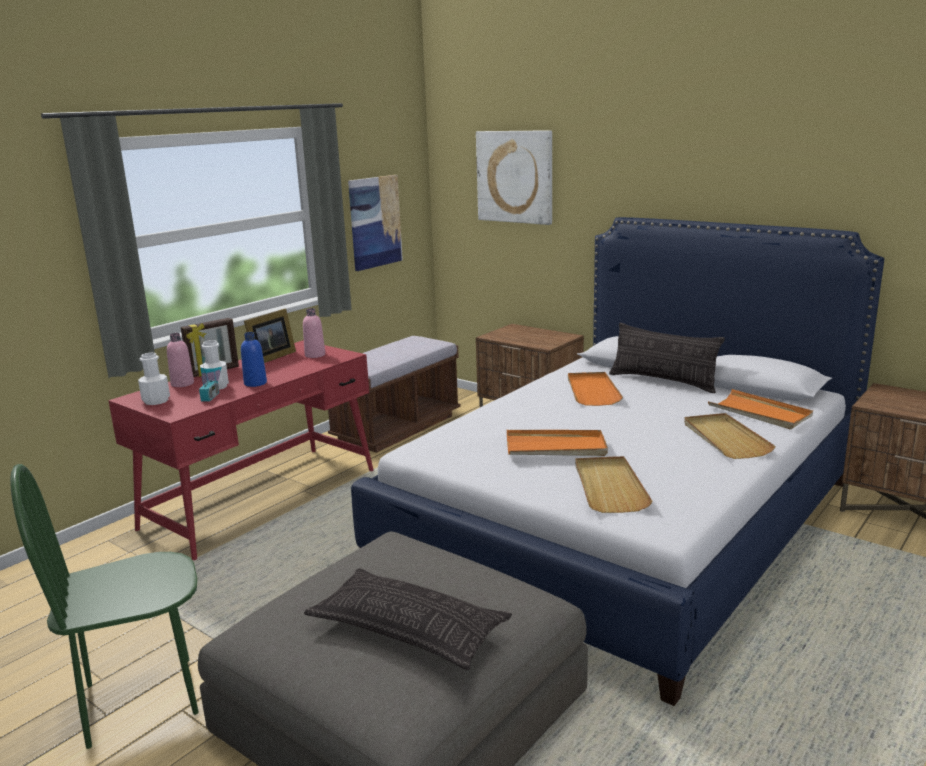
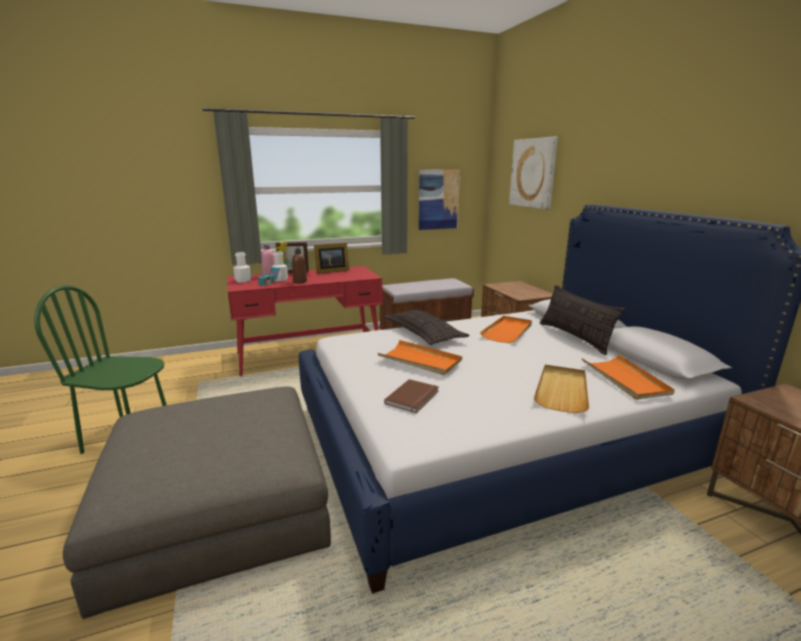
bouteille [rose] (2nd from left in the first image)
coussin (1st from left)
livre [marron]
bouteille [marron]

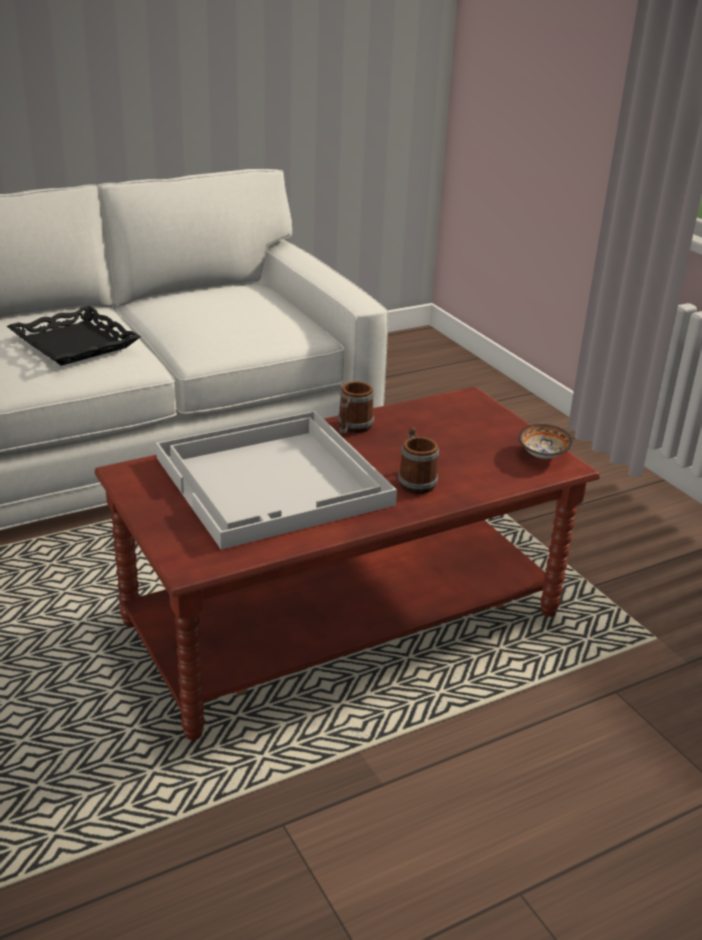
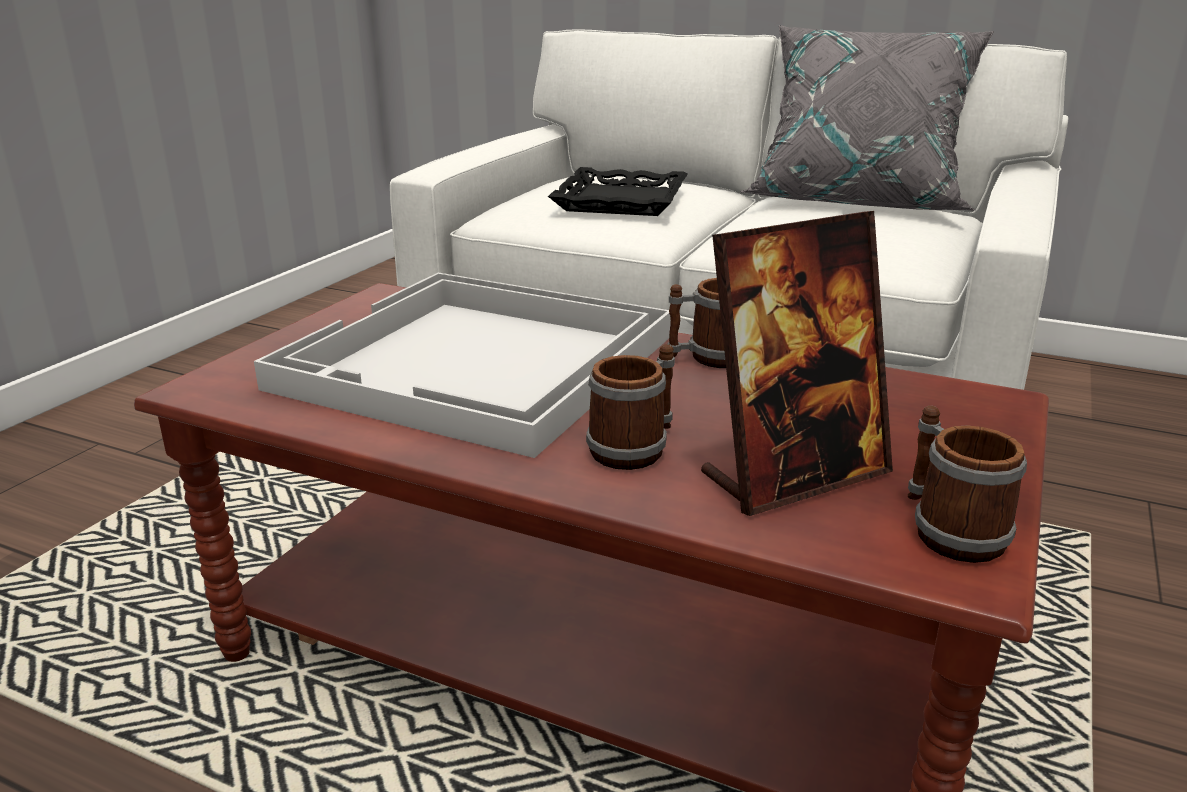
cadre photo
coussin [gris]
mug (3rd from left)

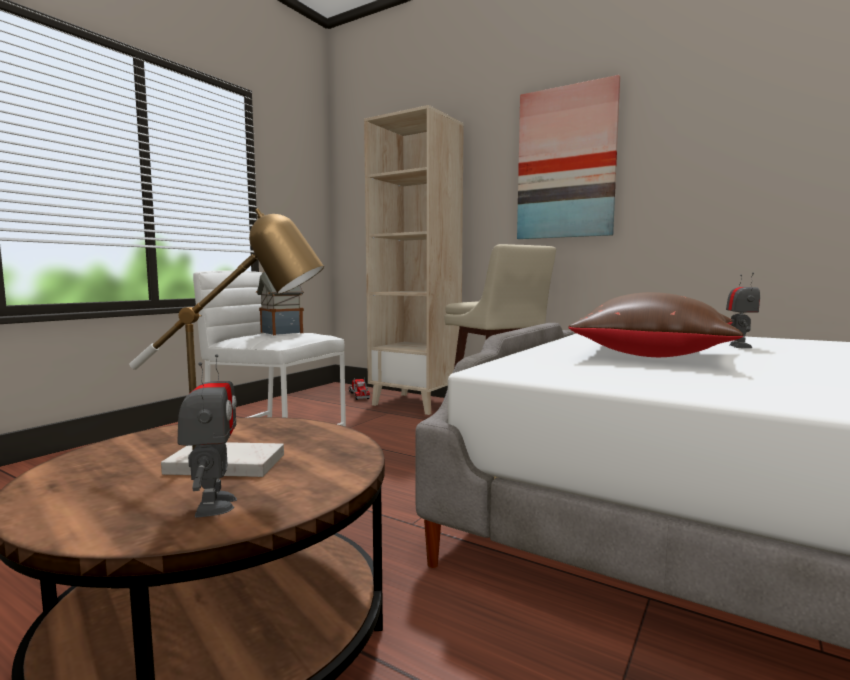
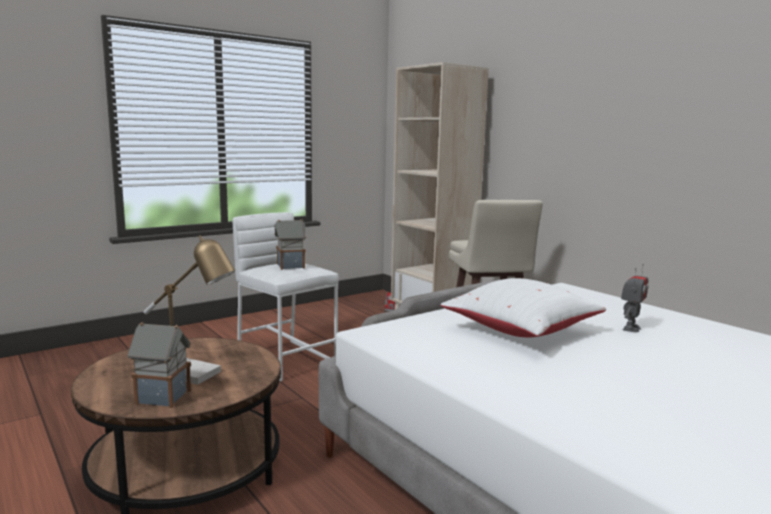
tableau
maison miniature (1st from left)
coussin [blanc]

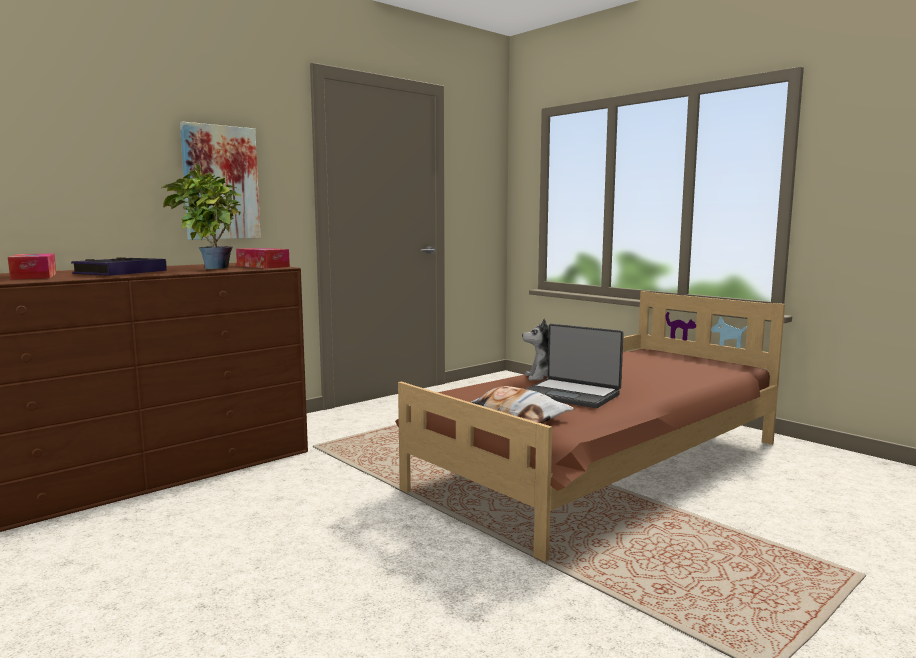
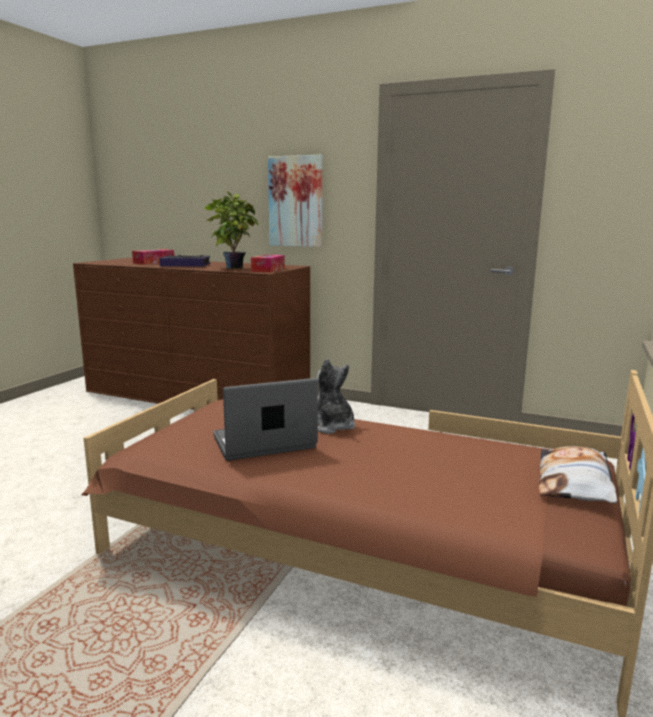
coussin
ordinateur portable

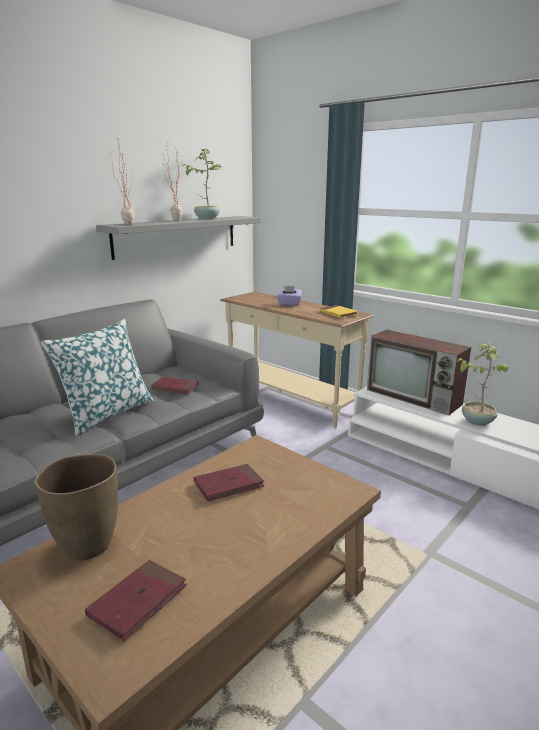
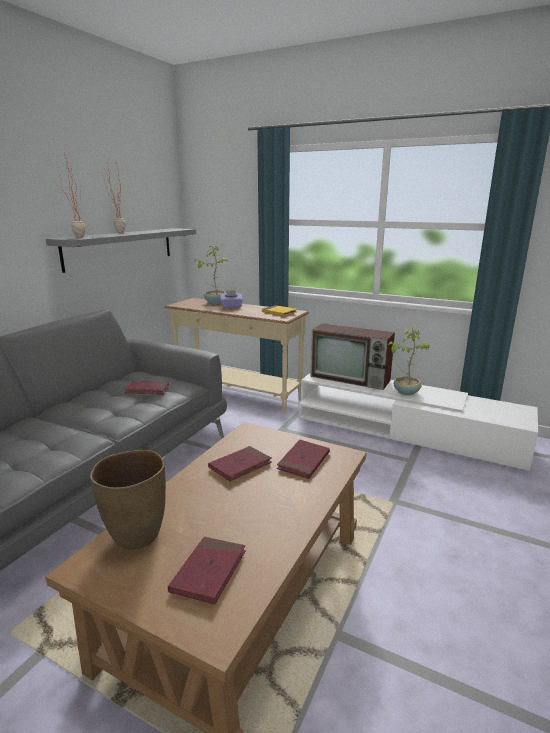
coussin
livre [rouge] (4th from left)
plante en pot (3rd from left)

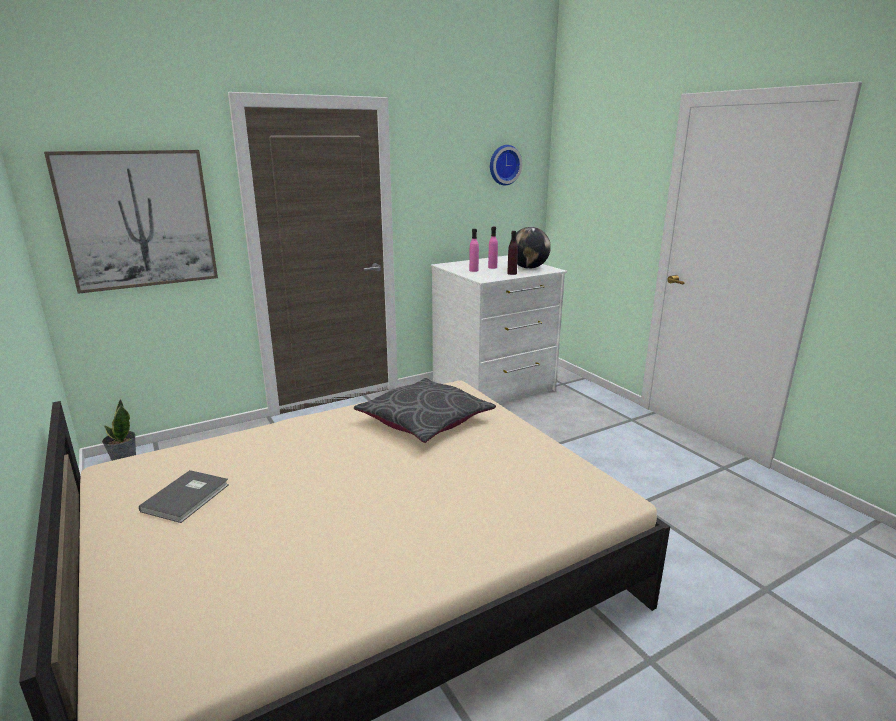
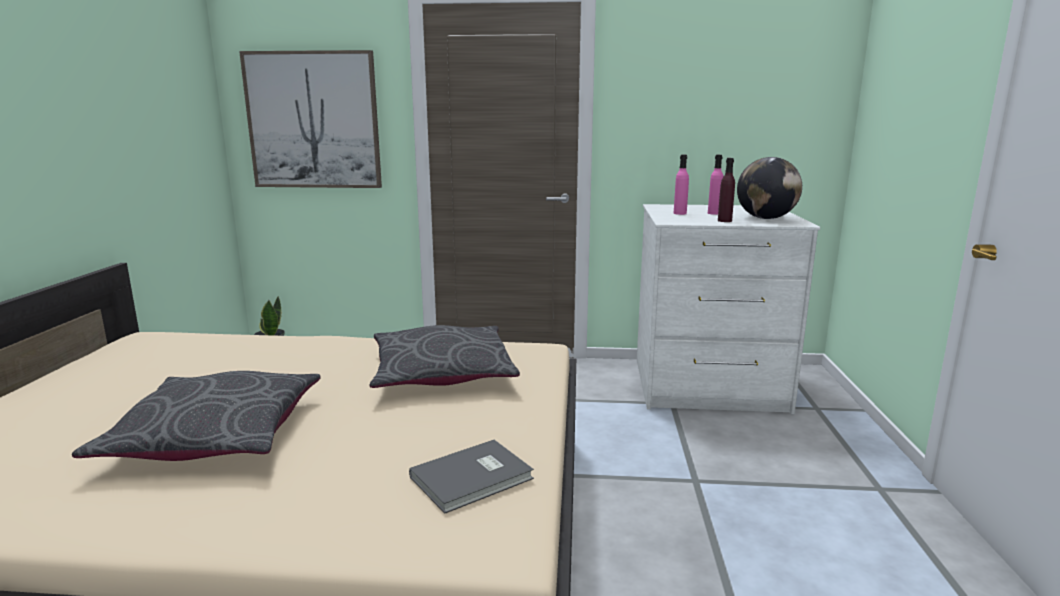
horloge murale
coussin [gris] (1st from left)
livre [gris]

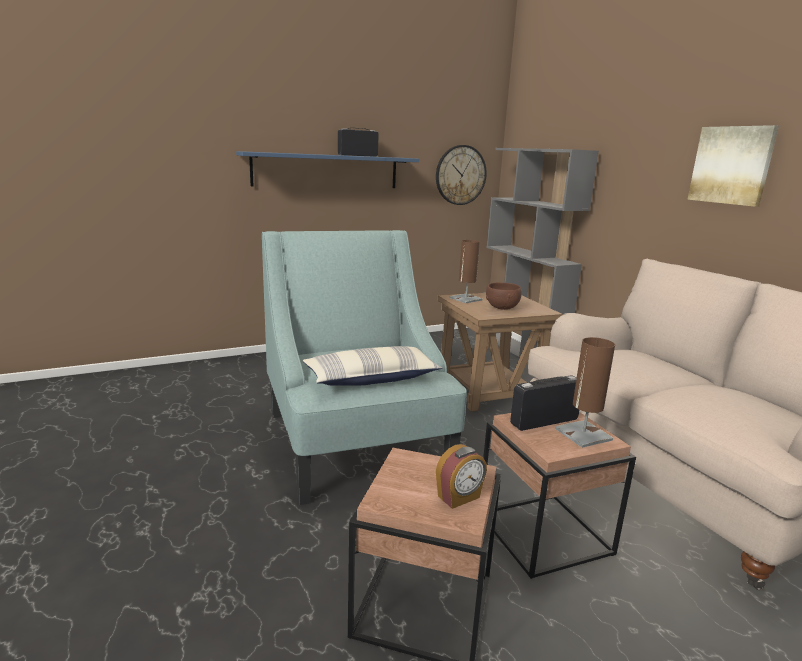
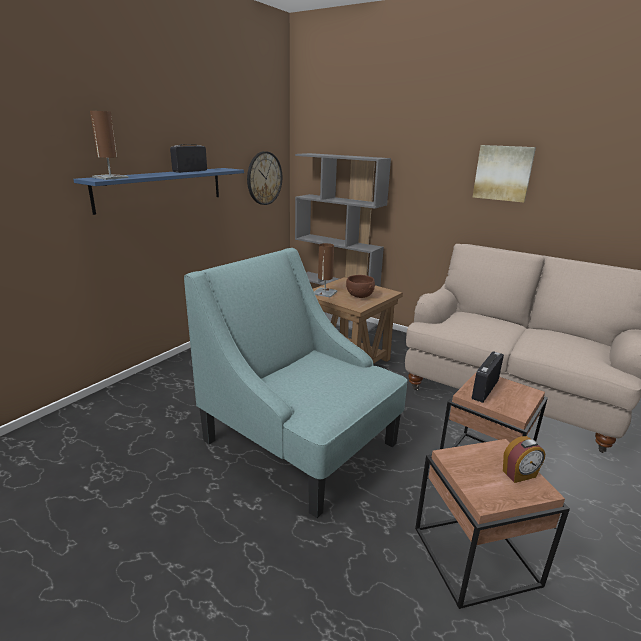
coussin
lampe de table [marron] (1st from left)
réveil

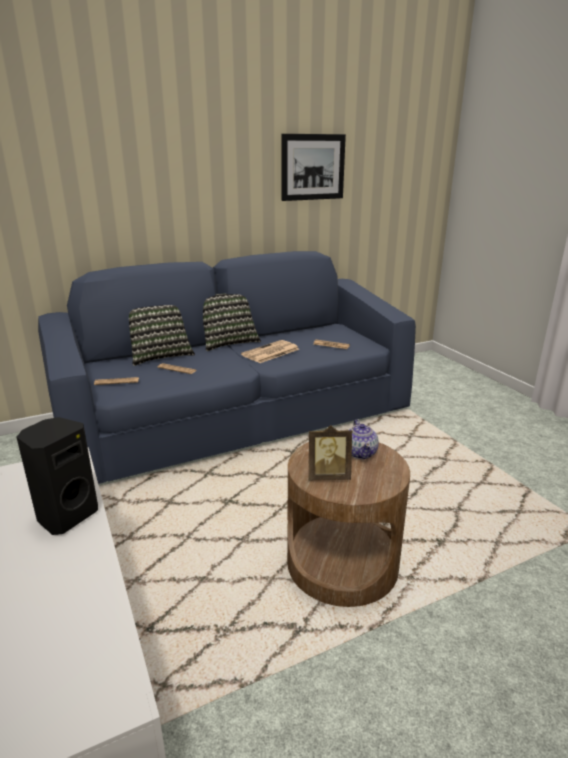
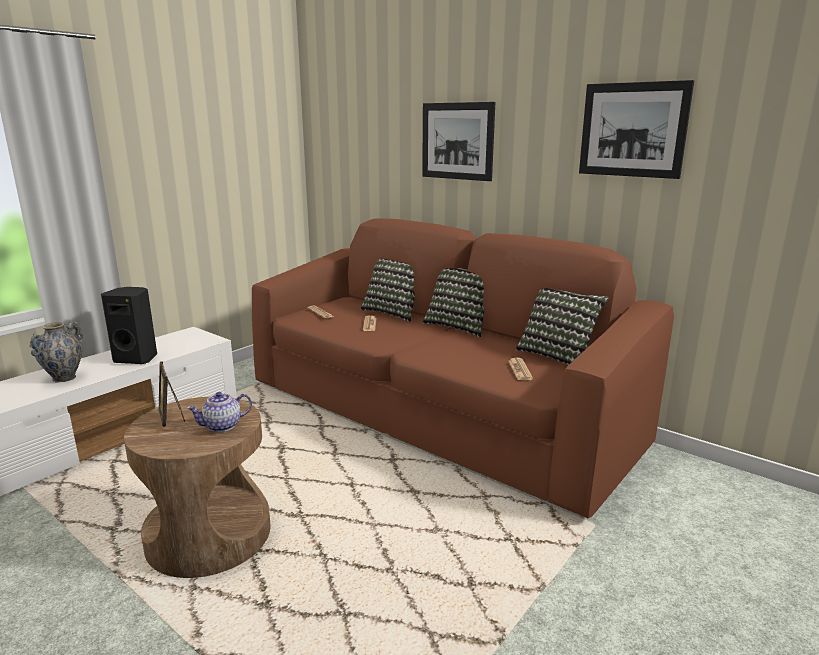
journal (3rd from left in the first image)
vase
tableau (1st from left)
coussin (3rd from left)
canapé [marron]

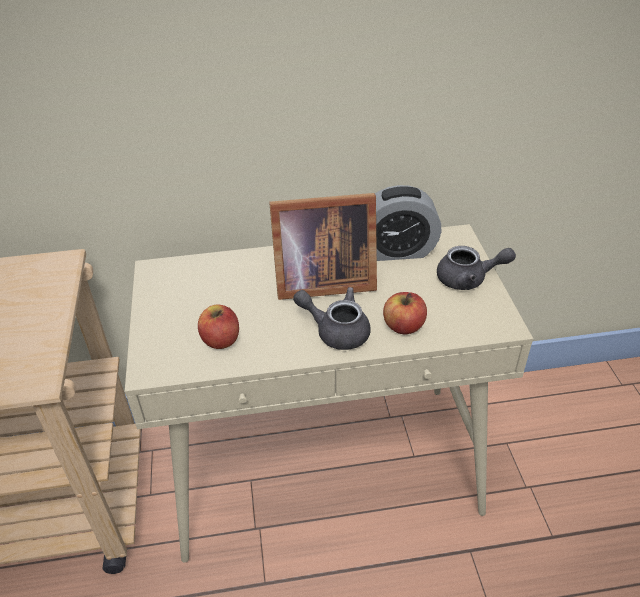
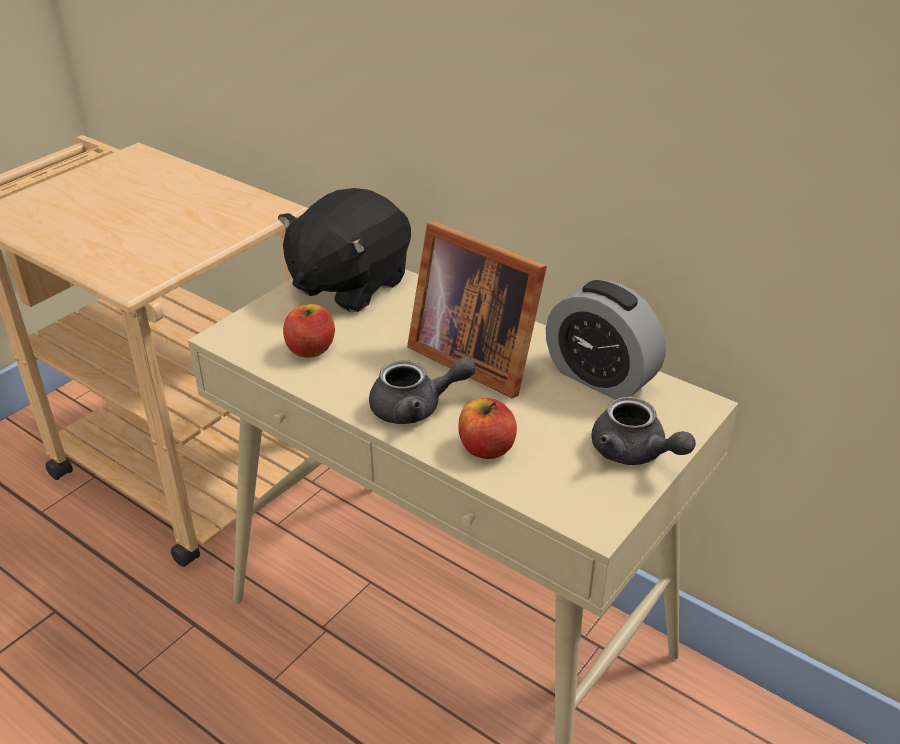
peluche [noir]
théière [gris] (1st from left)

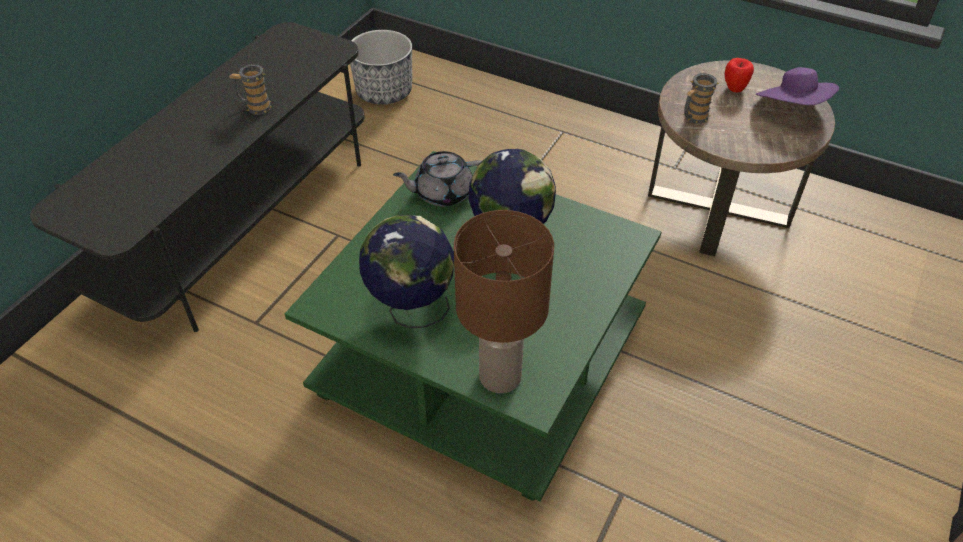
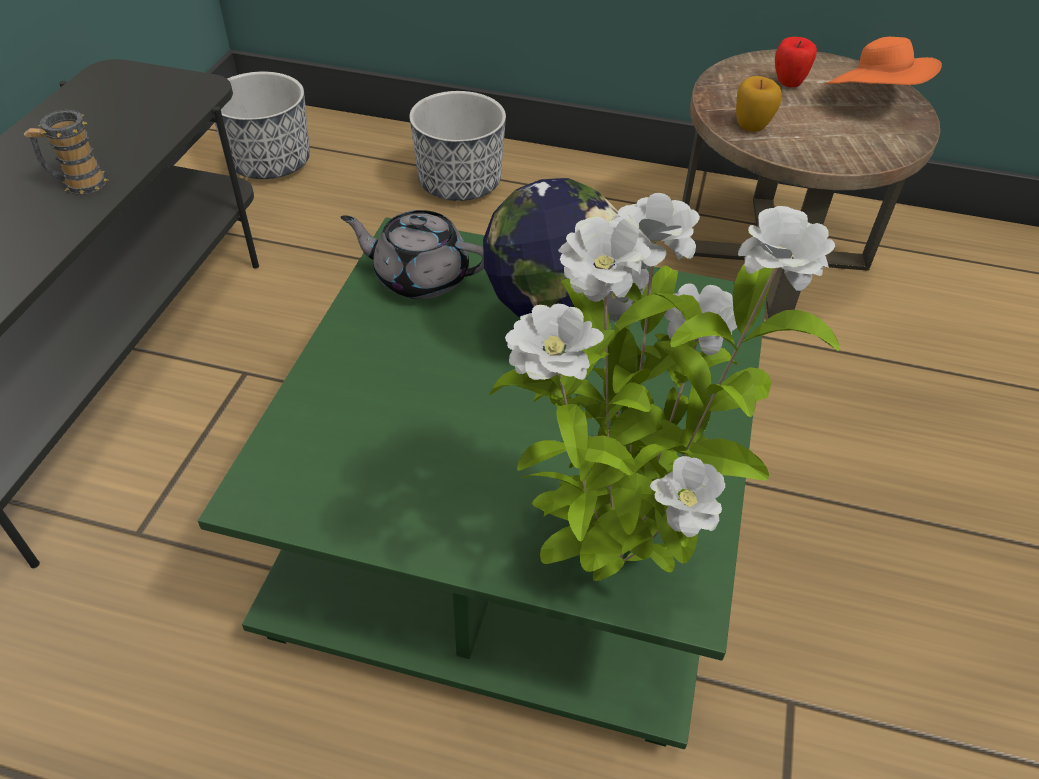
globe (1st from left in the first image)
cache-pot (2nd from left)
plante en pot
pomme (1st from left)
chapeau [orange]
théière [gris]

